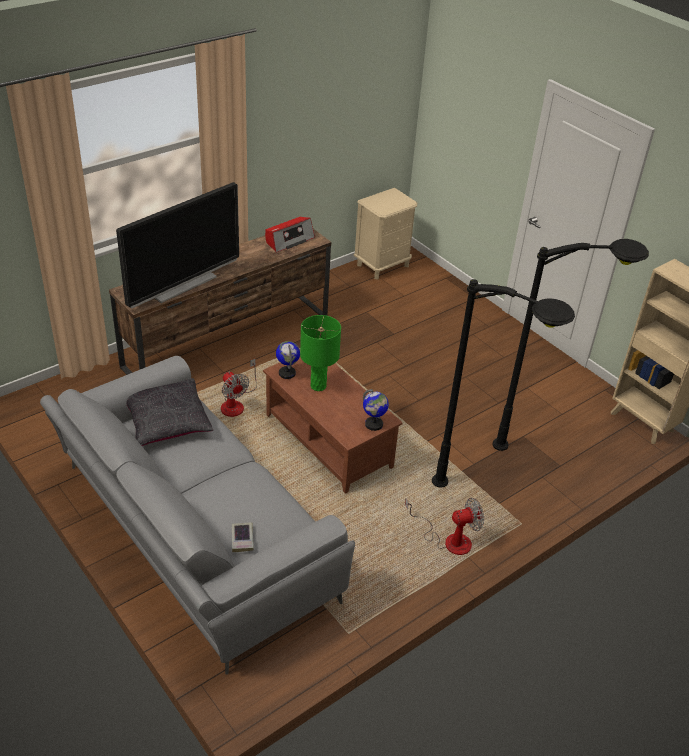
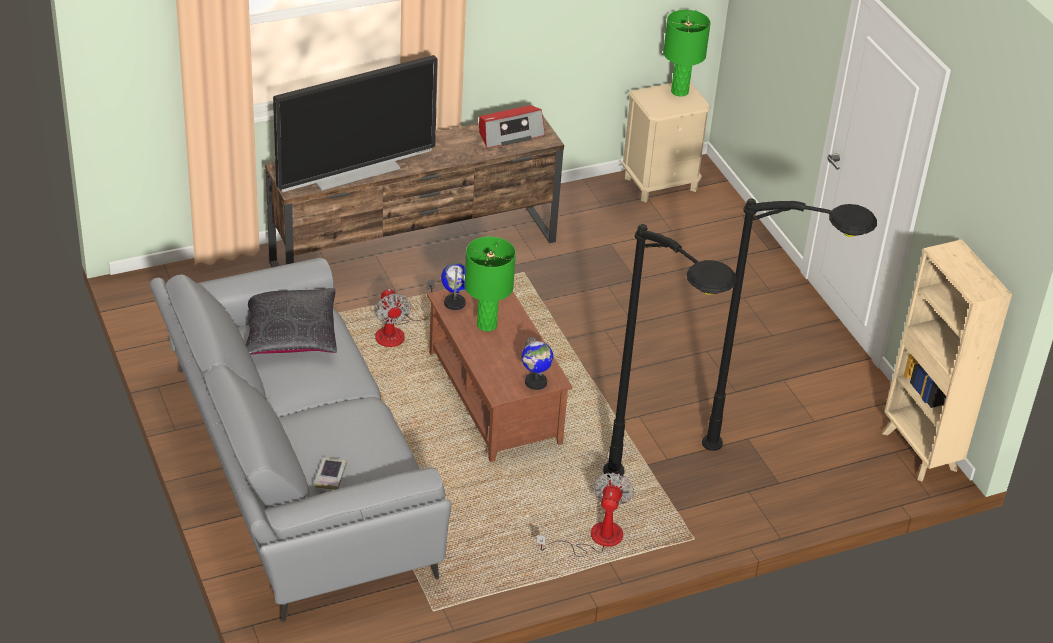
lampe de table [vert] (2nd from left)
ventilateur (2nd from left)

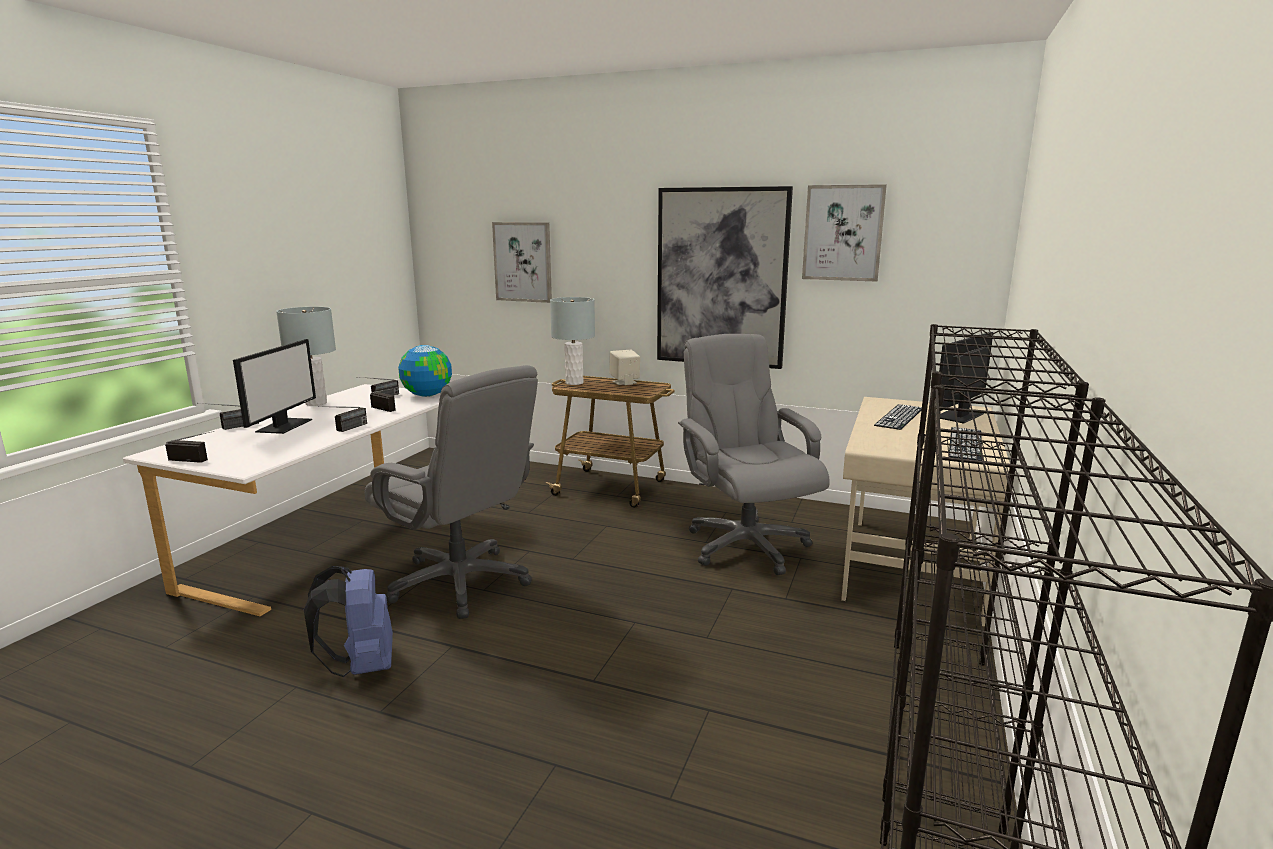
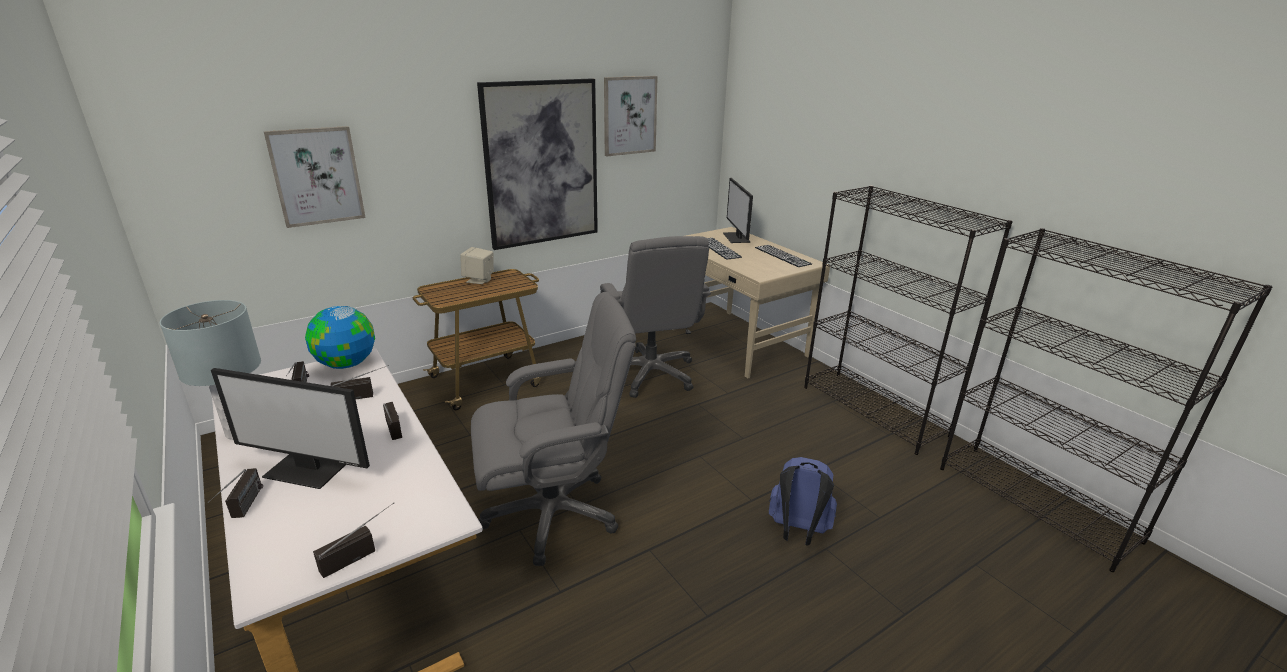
lampe de table [gris] (2nd from left in the first image)
sac à dos [bleu]
écran d'ordinateur (1st from left)
chaise de bureau [gris] (2nd from left)

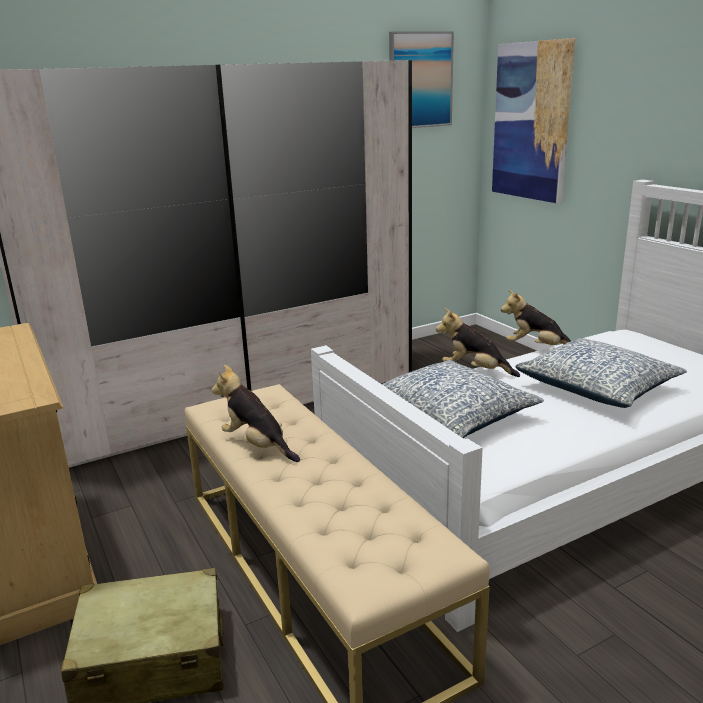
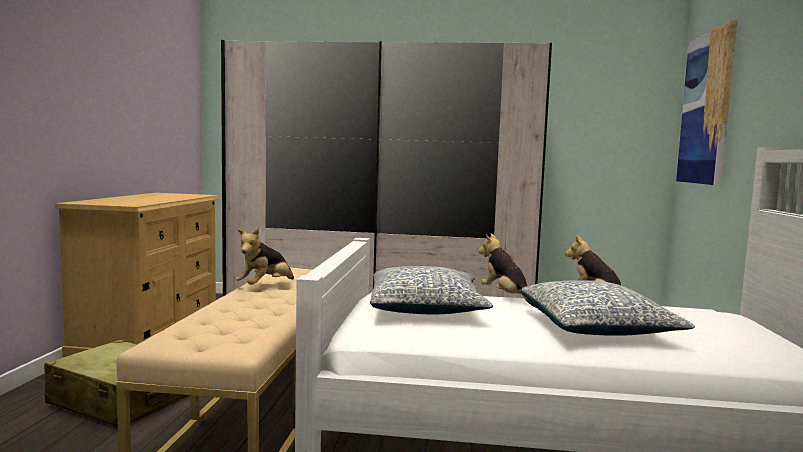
tableau (1st from left in the first image)
peluche (1st from left)

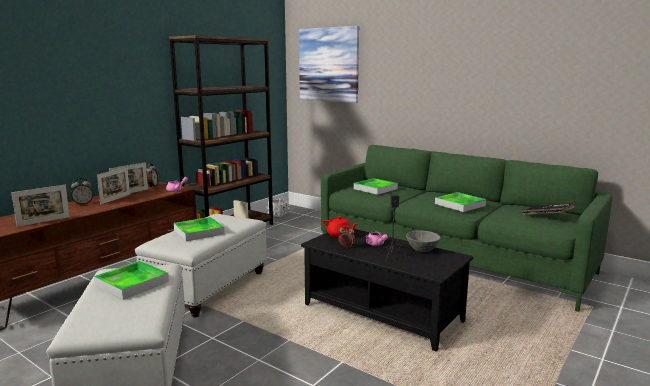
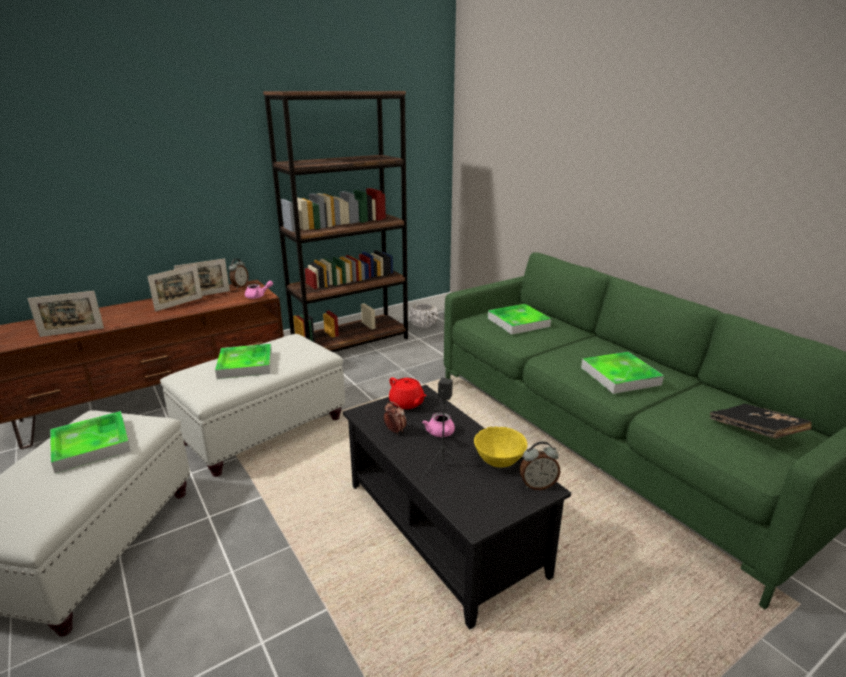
tableau
réveil (3rd from left)
bol [jaune]

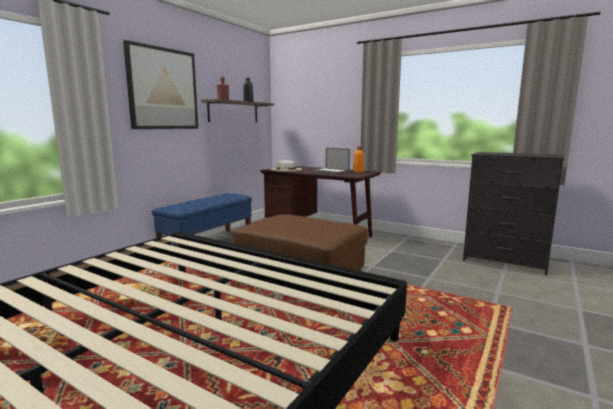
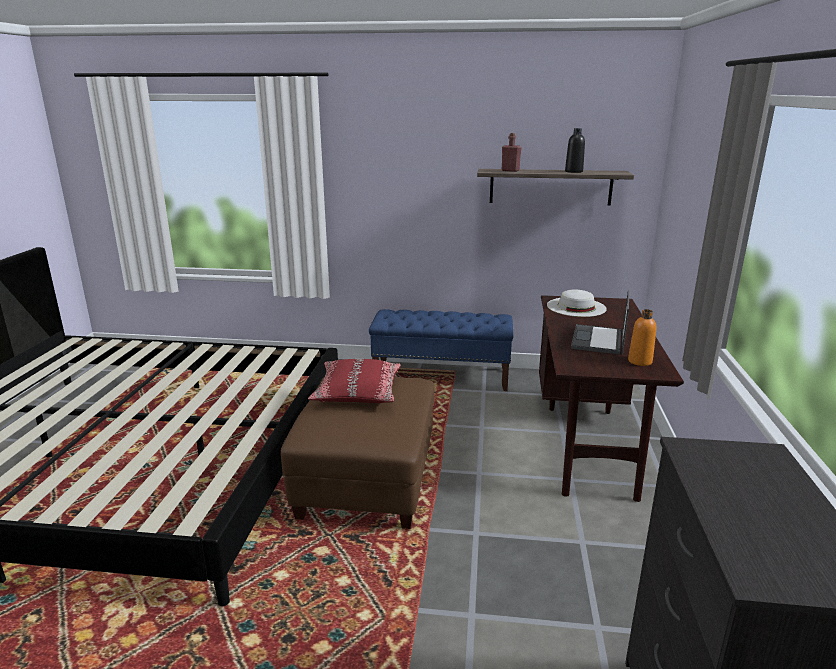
tableau
coussin [rouge]

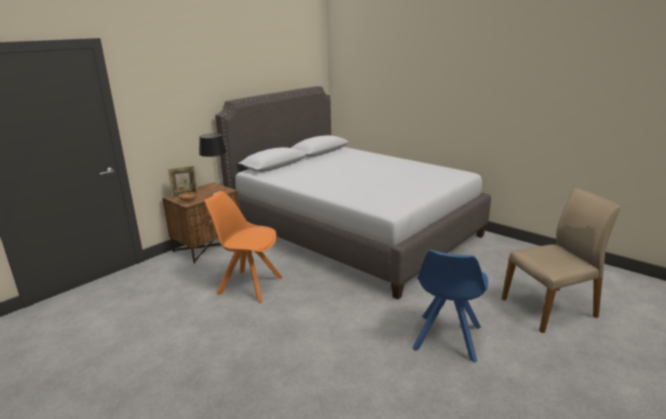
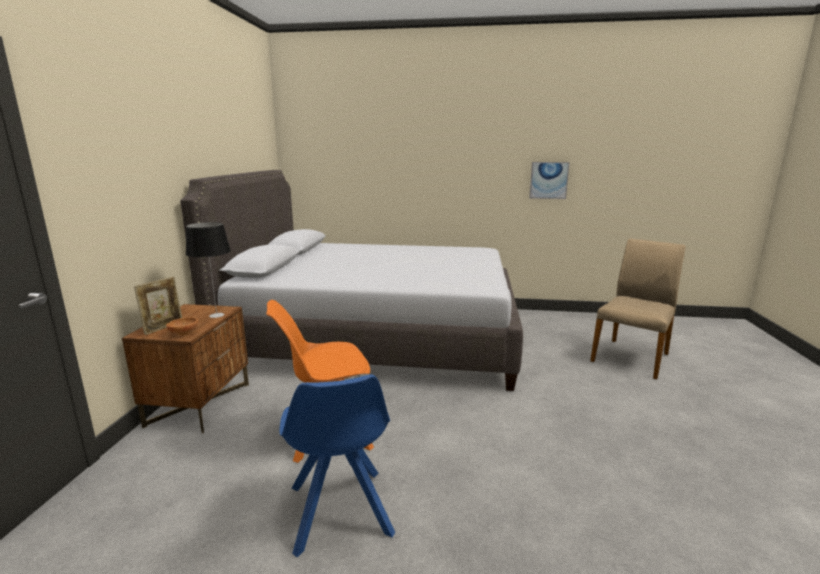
tableau
chaise [bleu]

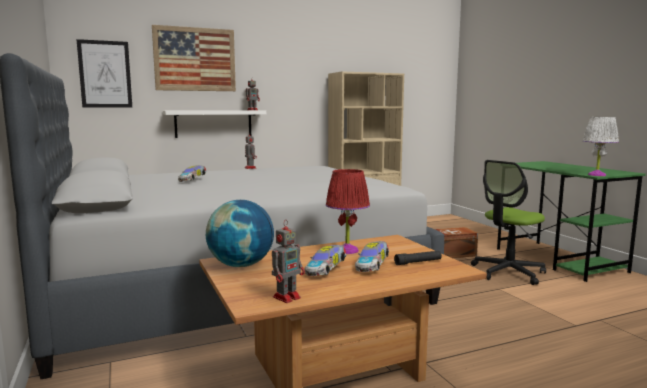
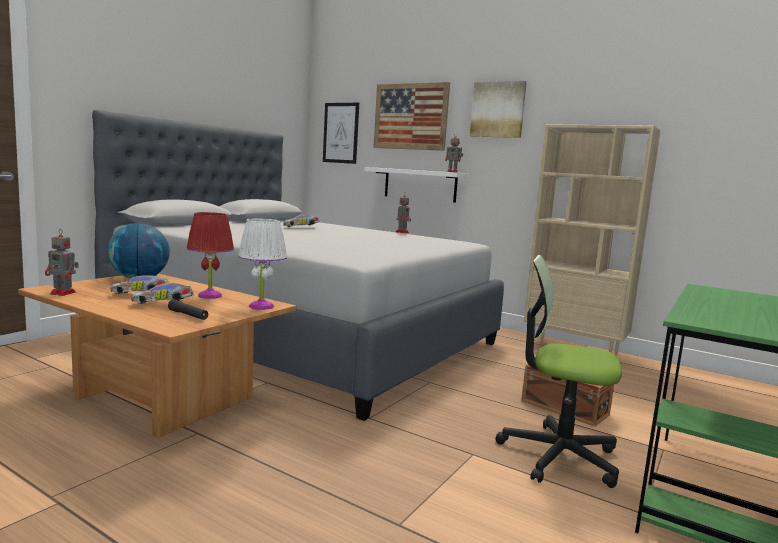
tableau (3rd from left)
lampe de table [blanc]

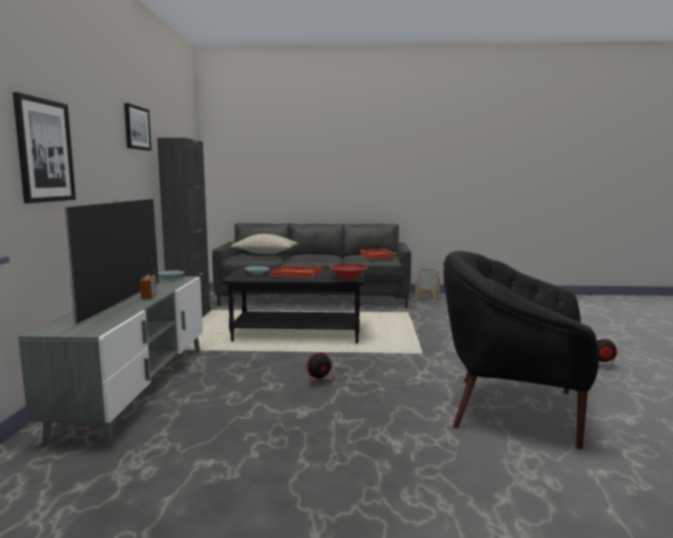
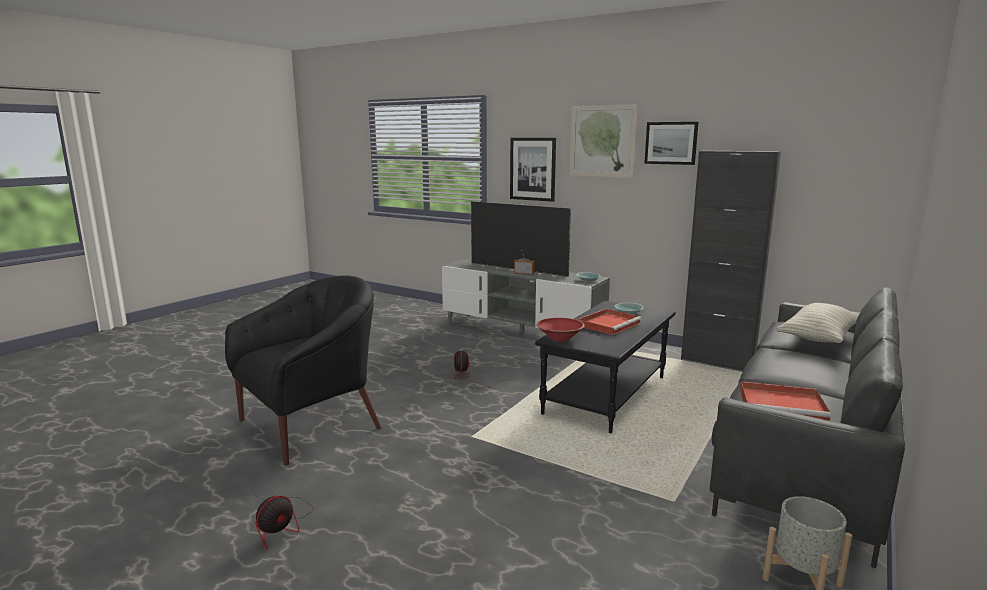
tableau (2nd from left)

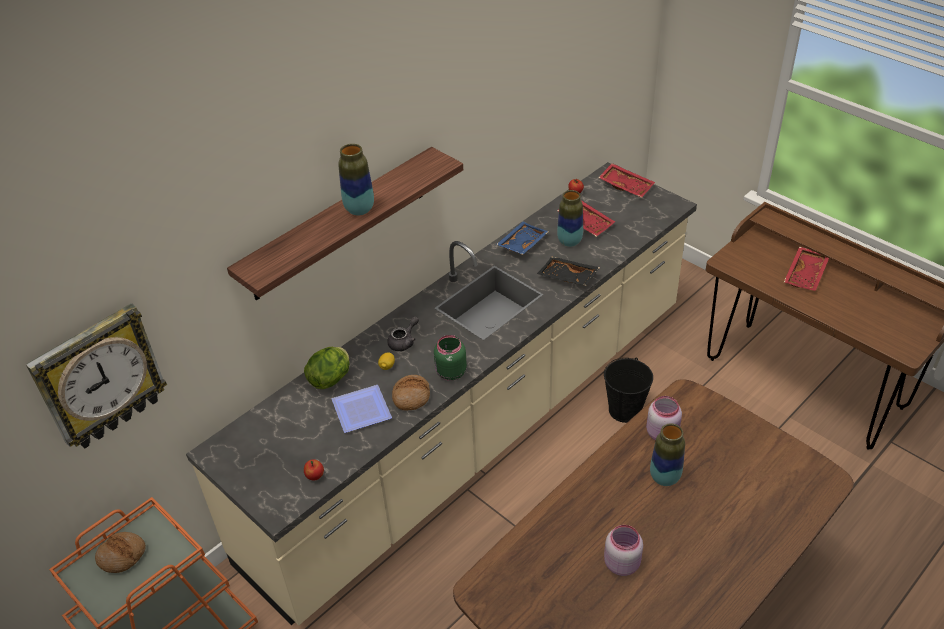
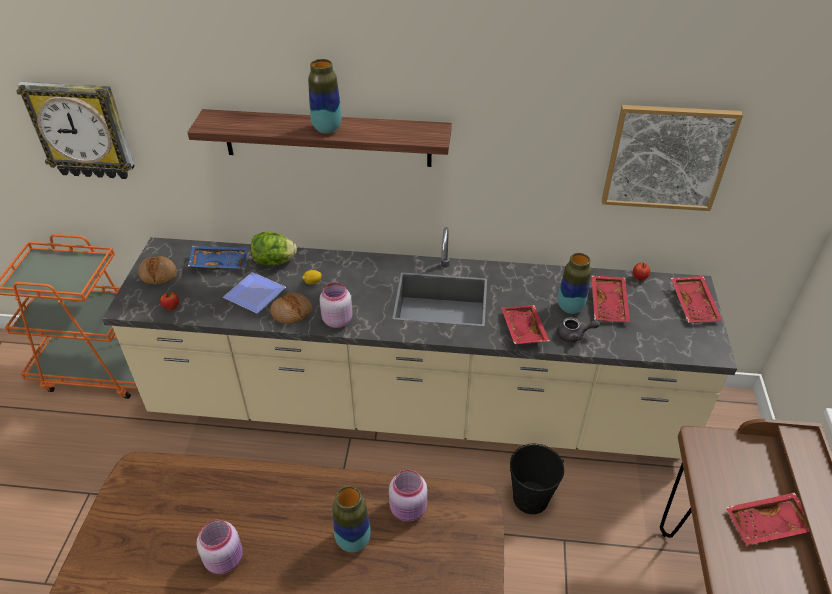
tableau
pain (1st from left)
théière [gris]
plateau [bleu]
bocal [rose] (2nd from left)
plateau [rouge] (1st from left)

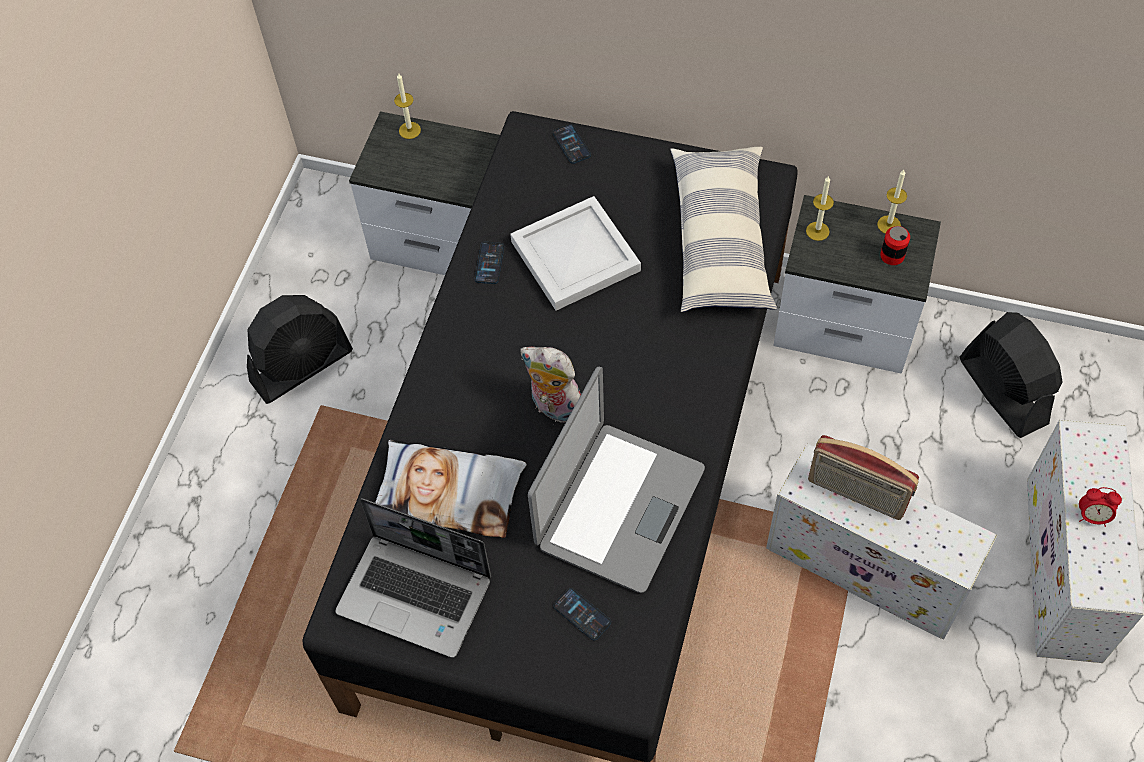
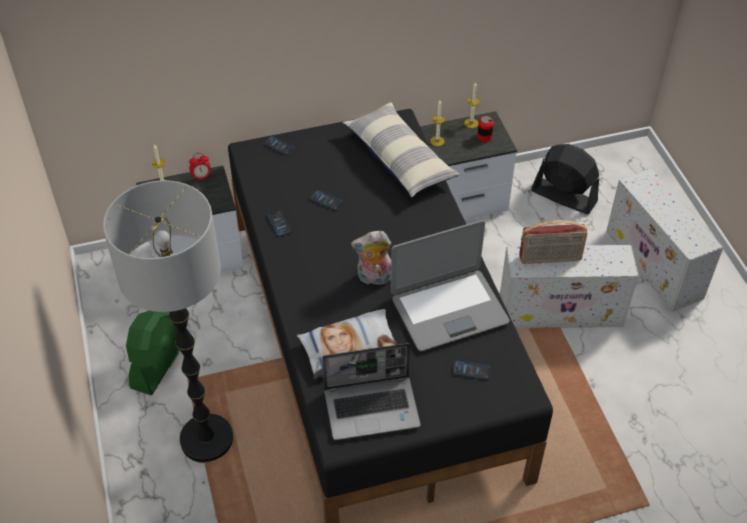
lampadaire
réveil
téléphone (3rd from left)
ventilateur [vert]
ordinateur portable (2nd from left)

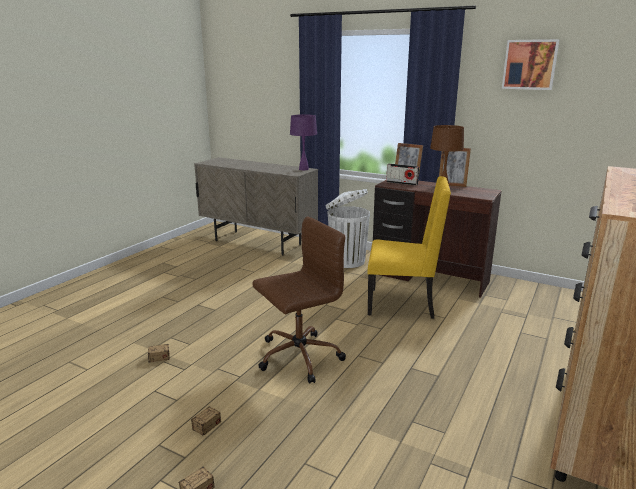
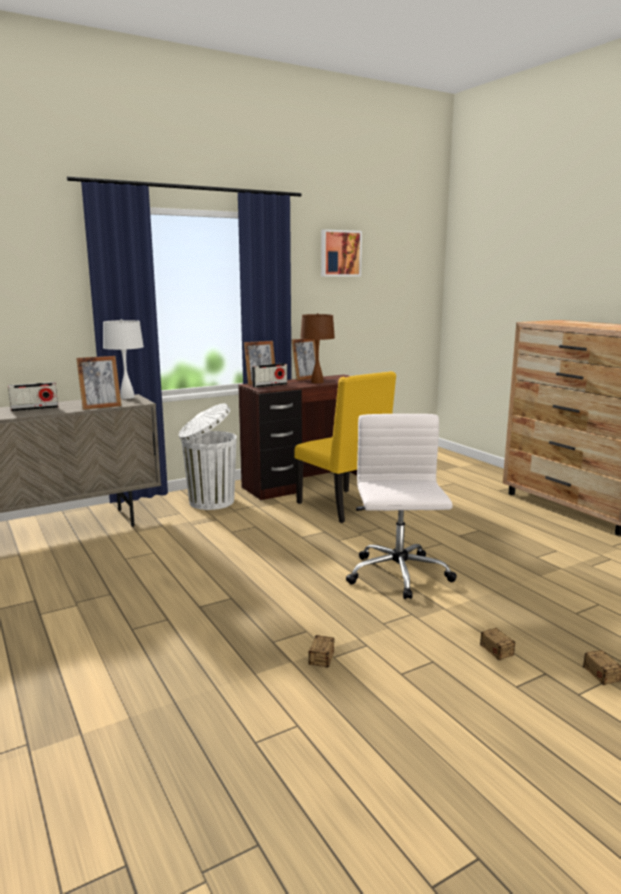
radio (1st from left)
cadre photo (1st from left)
chaise de bureau [blanc]
lampe de table [blanc]
chaise [jaune]

